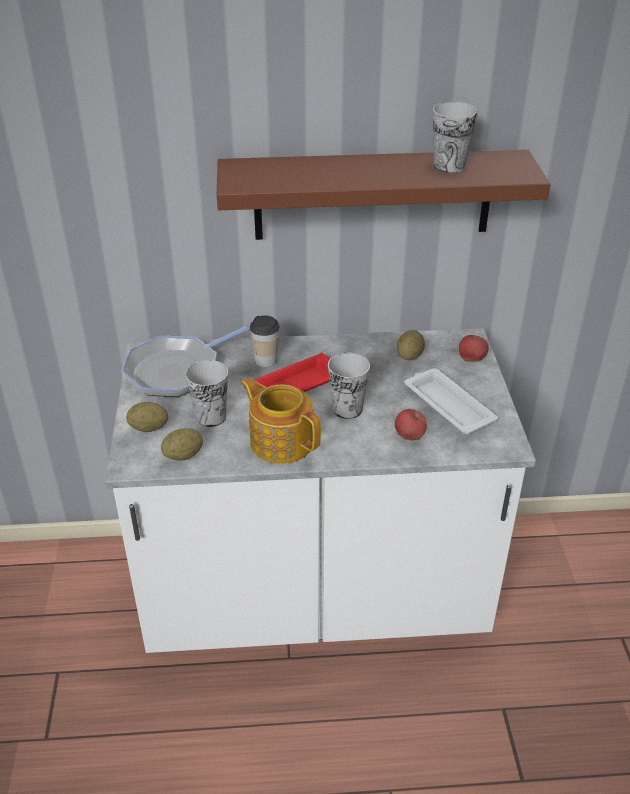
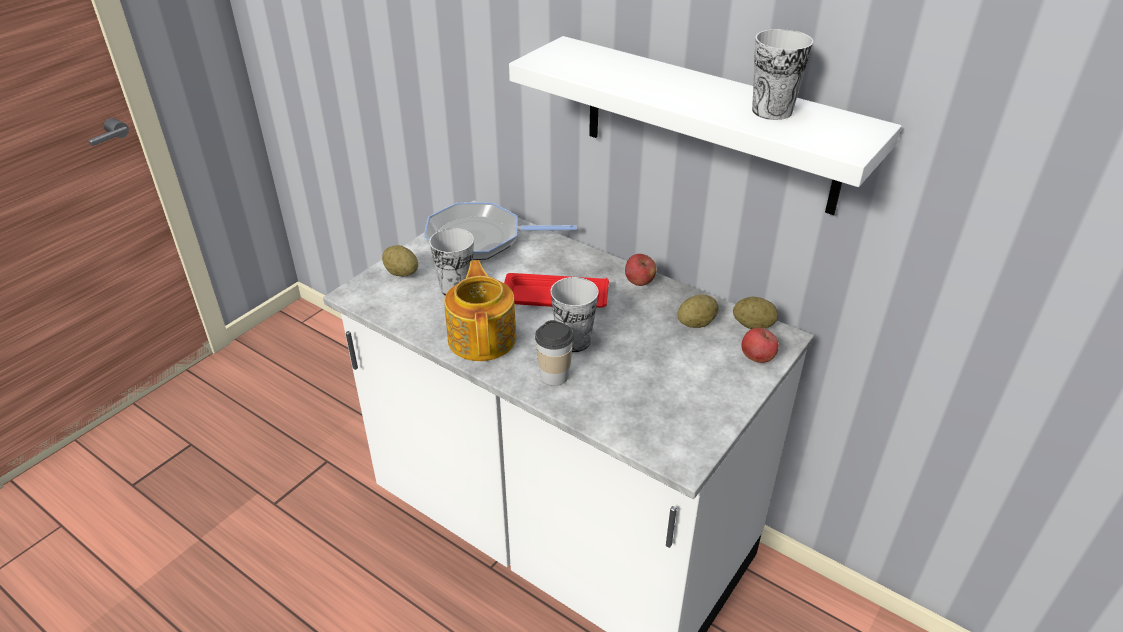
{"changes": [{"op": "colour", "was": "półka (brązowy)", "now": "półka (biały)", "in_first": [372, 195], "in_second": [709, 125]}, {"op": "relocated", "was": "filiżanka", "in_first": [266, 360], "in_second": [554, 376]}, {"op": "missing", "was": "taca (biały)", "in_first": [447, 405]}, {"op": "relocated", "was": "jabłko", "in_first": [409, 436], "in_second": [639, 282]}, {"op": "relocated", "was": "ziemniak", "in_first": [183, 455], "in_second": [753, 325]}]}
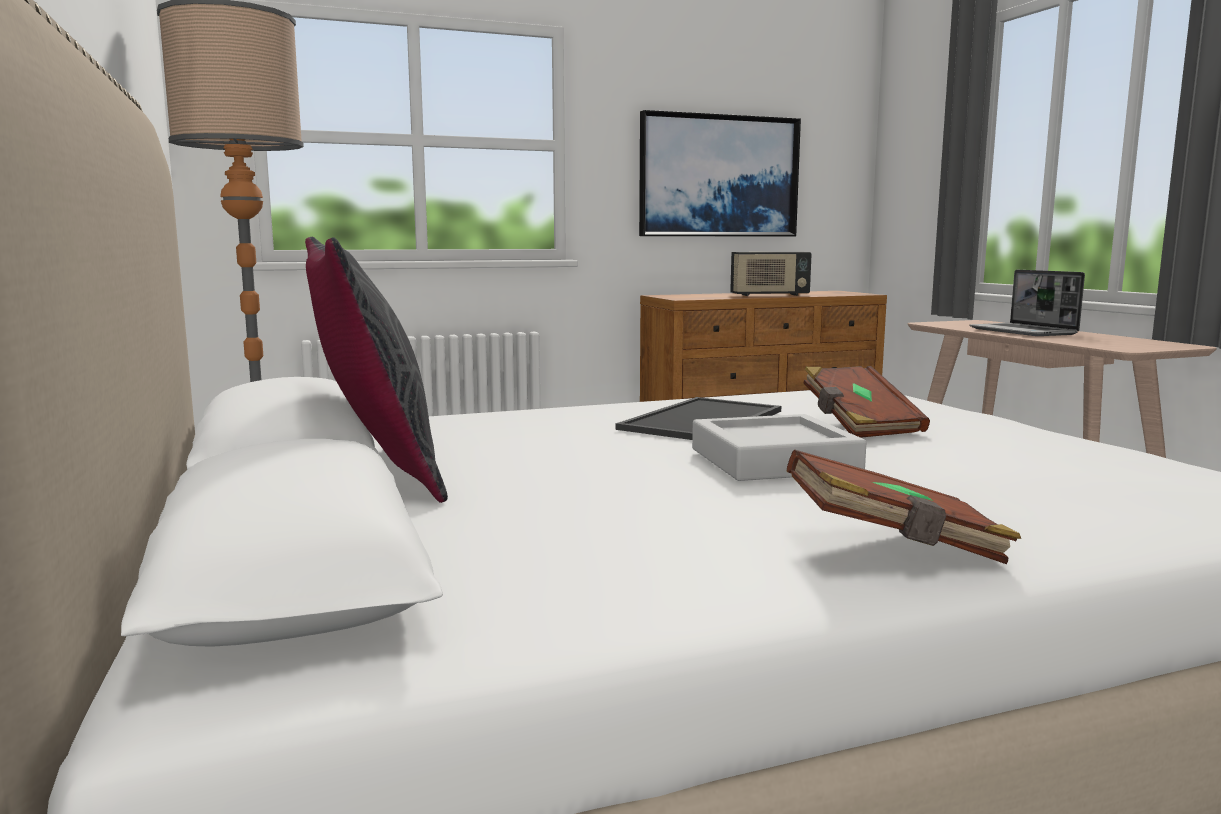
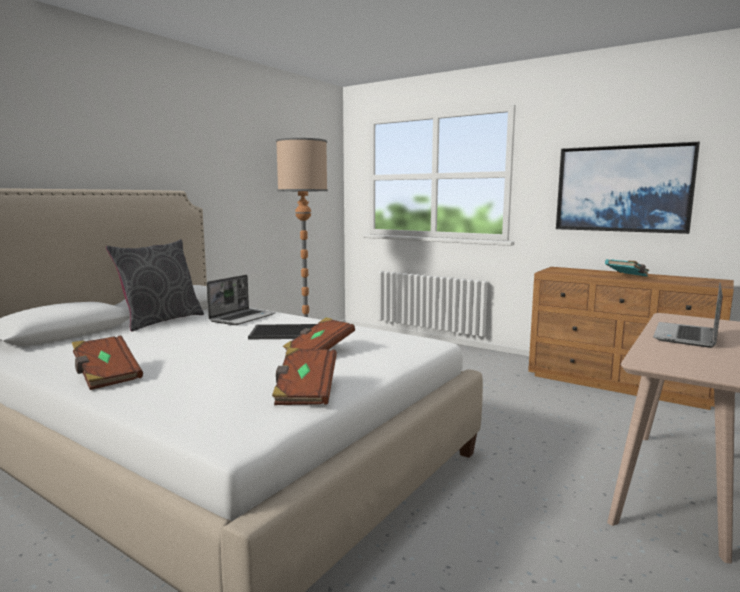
{"changes": [{"op": "exchanged", "was": "radio", "now": "książka (turkusowy)", "in_first": [769, 295], "in_second": [627, 277]}, {"op": "missing", "was": "taca (szary)", "in_first": [773, 460]}, {"op": "appeared", "now": "laptop", "in_second": [243, 318]}, {"op": "appeared", "now": "książka (brązowy)", "in_second": [305, 392]}]}
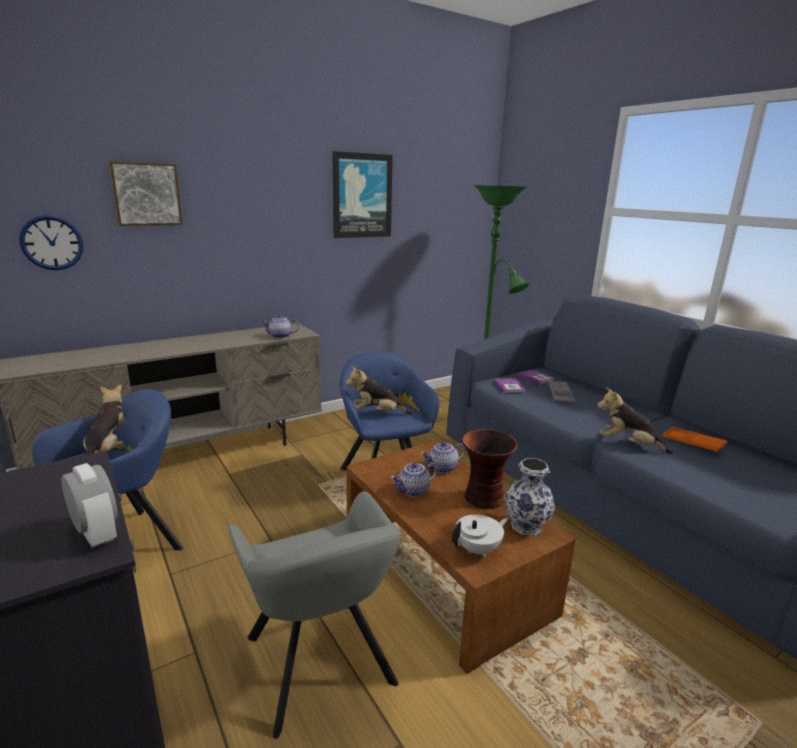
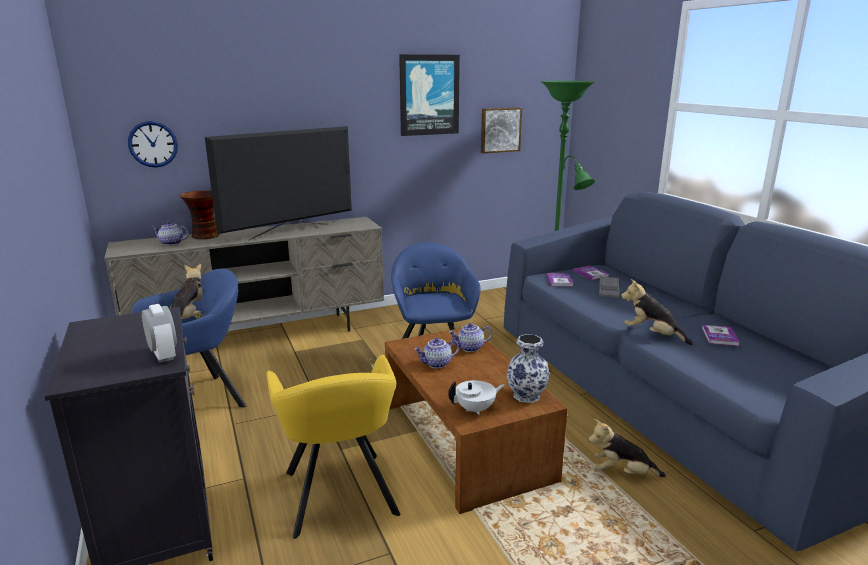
{"changes": [{"op": "relocated", "was": "obraz", "in_first": [146, 194], "in_second": [500, 130]}, {"op": "relocated", "was": "imbryk", "in_first": [280, 336], "in_second": [171, 243]}, {"op": "relocated", "was": "pluszak", "in_first": [377, 413], "in_second": [622, 473]}, {"op": "exchanged", "was": "taca (pomarańczowy)", "now": "książka", "in_first": [693, 443], "in_second": [719, 336]}, {"op": "relocated", "was": "wazon", "in_first": [483, 498], "in_second": [204, 236]}, {"op": "colour", "was": "fotel (szary)", "now": "fotel (żółty)", "in_first": [320, 667], "in_second": [339, 497]}, {"op": "appeared", "now": "telewizor", "in_second": [289, 232]}]}
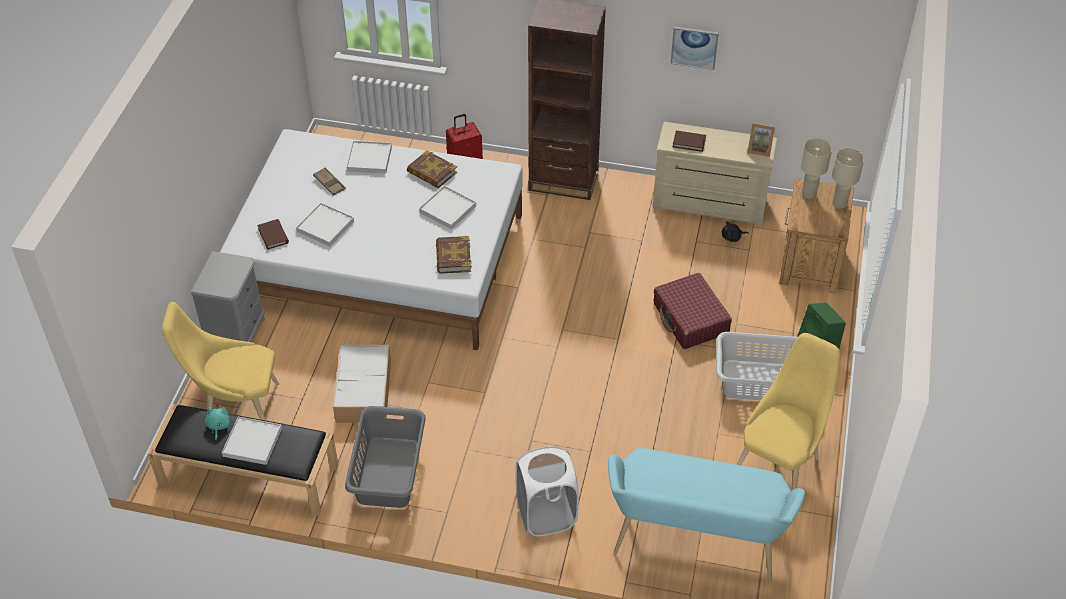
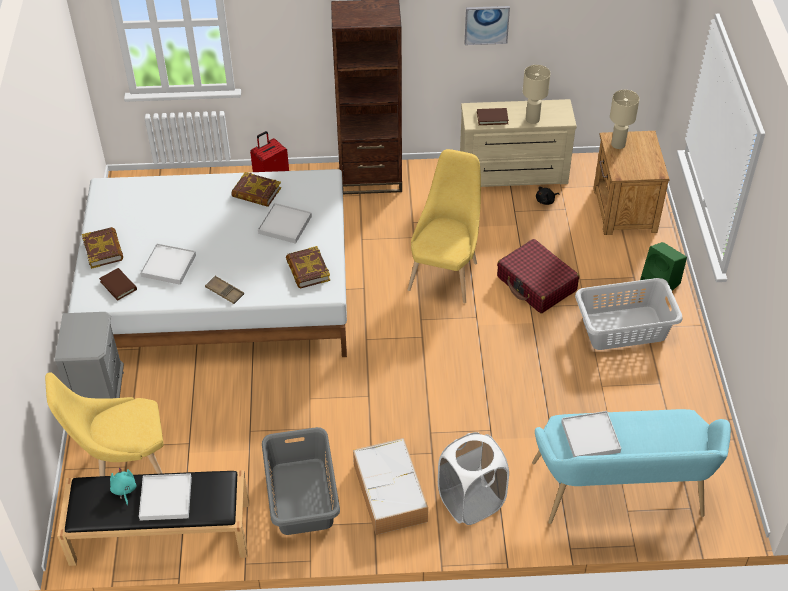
{"changes": [{"op": "missing", "was": "ramka na zdjęcie", "in_first": [759, 149]}, {"op": "relocated", "was": "taca (biały)", "in_first": [369, 159], "in_second": [590, 437]}, {"op": "relocated", "was": "lampa stołowa (beżowy)", "in_first": [840, 203], "in_second": [533, 119]}, {"op": "relocated", "was": "taca (brązowy)", "in_first": [329, 183], "in_second": [224, 292]}, {"op": "relocated", "was": "krzesło (żółty)", "in_first": [780, 462], "in_second": [445, 273]}, {"op": "relocated", "was": "pojemnik do przechowywania", "in_first": [364, 391], "in_second": [390, 493]}, {"op": "appeared", "now": "książka", "in_second": [103, 250]}]}
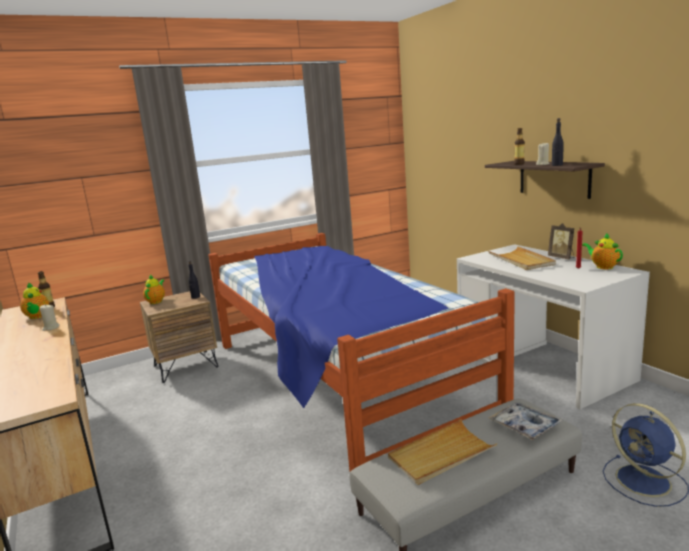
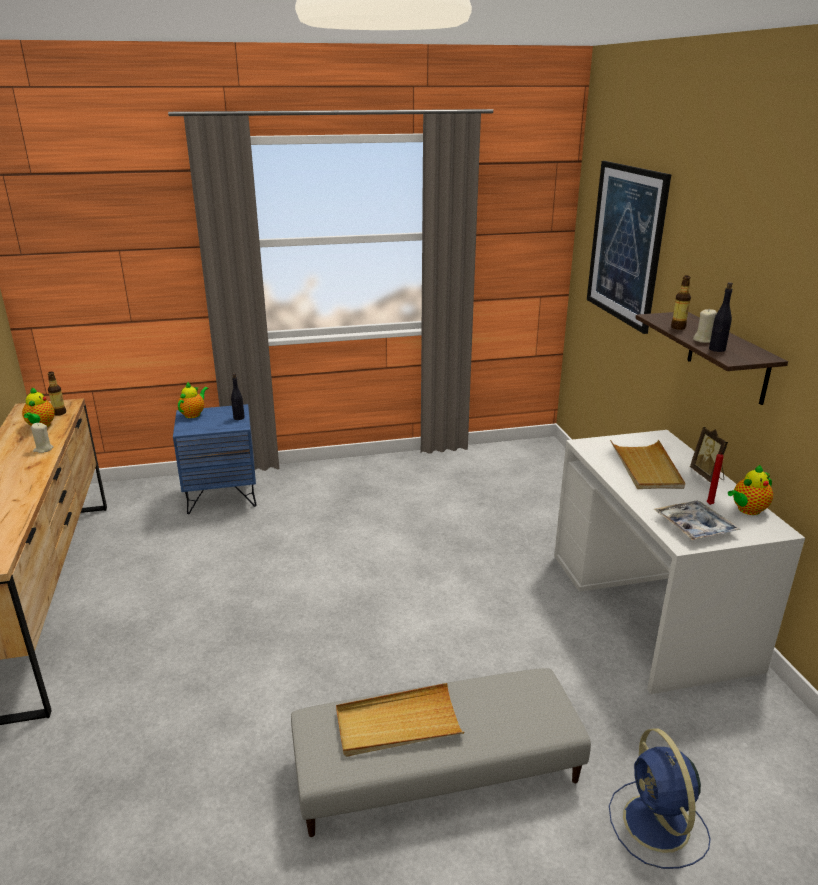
{"changes": [{"op": "missing", "was": "łóżko", "in_first": [337, 379]}, {"op": "spun", "was": "imbryk", "in_first": [603, 267], "in_second": [747, 510], "clockwise": -105}, {"op": "colour", "was": "szafka nocna (brązowy)", "now": "szafka nocna (niebieski)", "in_first": [186, 366], "in_second": [222, 495]}, {"op": "relocated", "was": "taca", "in_first": [524, 426], "in_second": [694, 527]}, {"op": "appeared", "now": "obraz", "in_second": [626, 244]}]}
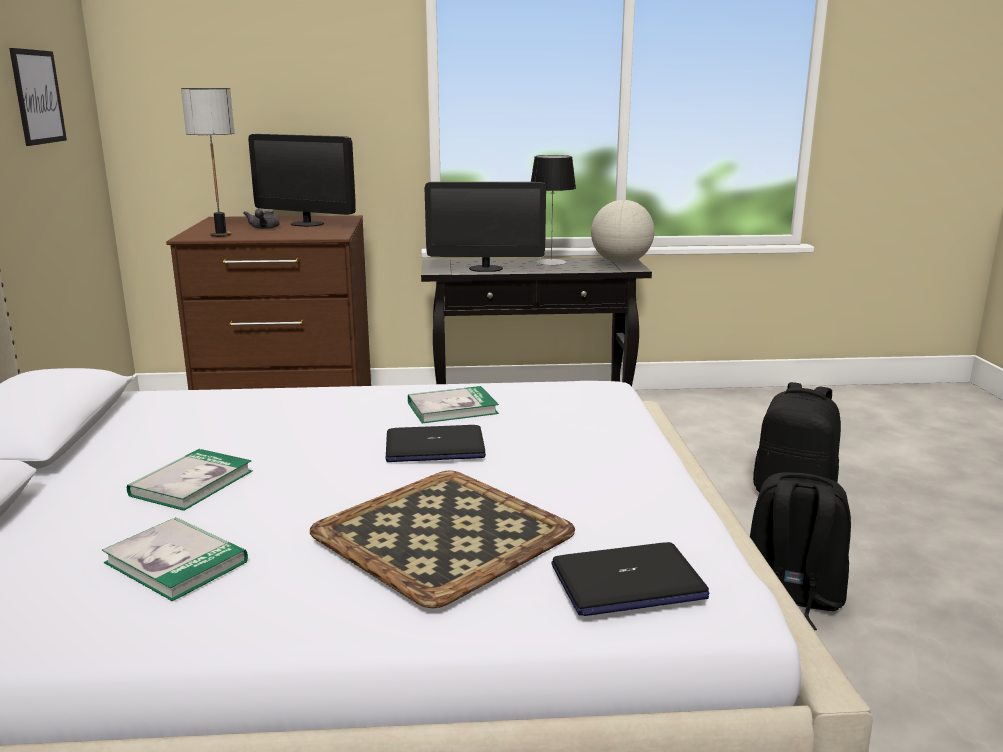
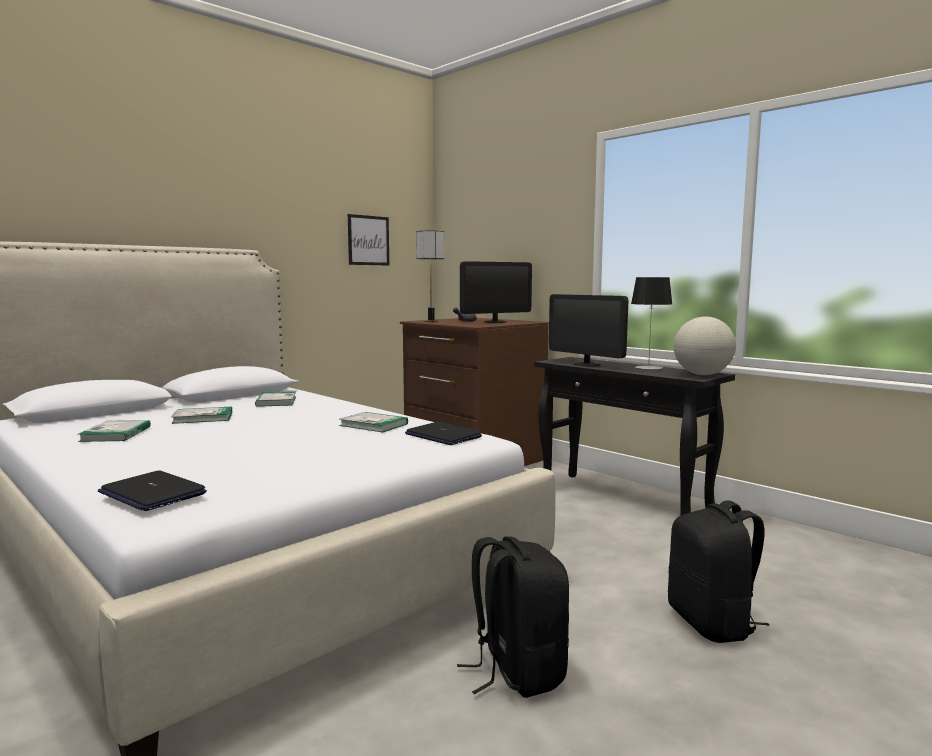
{"changes": [{"op": "spun", "was": "monitor", "in_first": [307, 224], "in_second": [495, 322], "clockwise": -105}, {"op": "relocated", "was": "laptop", "in_first": [434, 447], "in_second": [442, 435]}, {"op": "missing", "was": "taca", "in_first": [442, 535]}, {"op": "appeared", "now": "książka", "in_second": [276, 401]}]}
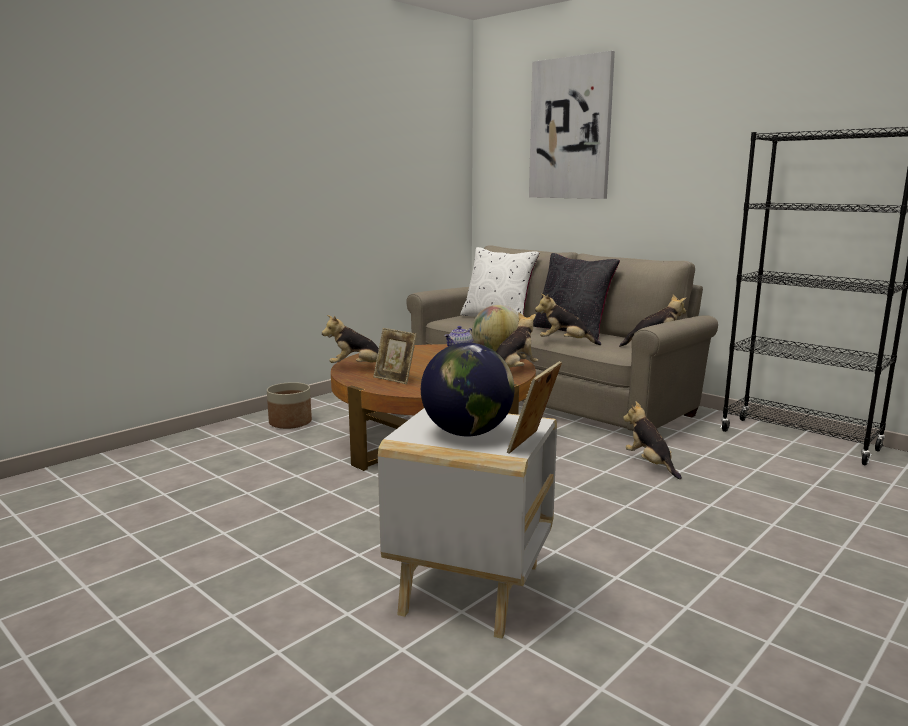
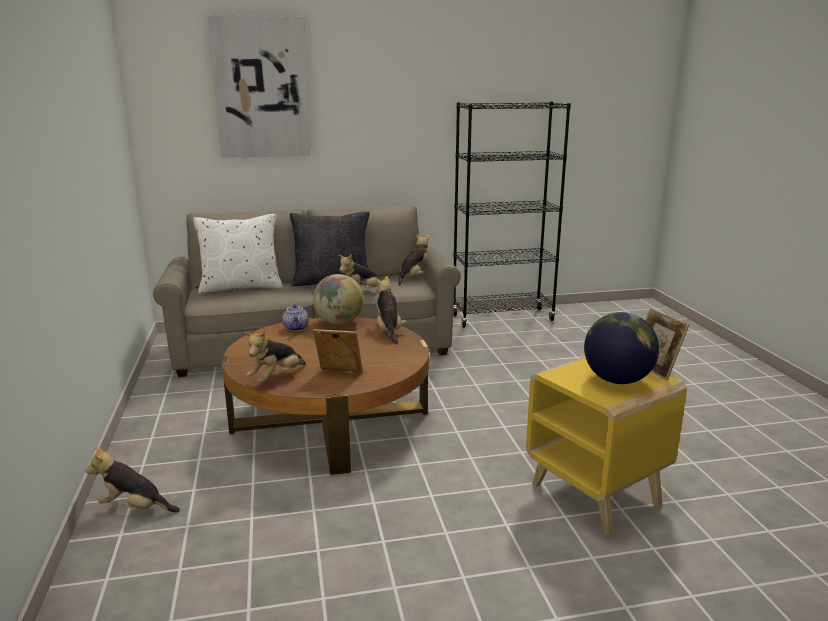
{"changes": [{"op": "spun", "was": "ramka na zdjęcie", "in_first": [395, 379], "in_second": [339, 373], "clockwise": -150}, {"op": "missing", "was": "donica", "in_first": [290, 422]}, {"op": "relocated", "was": "pluszak", "in_first": [650, 464], "in_second": [135, 508]}, {"op": "colour", "was": "stolik (biały)", "now": "stolik (żółty)", "in_first": [471, 590], "in_second": [597, 495]}]}
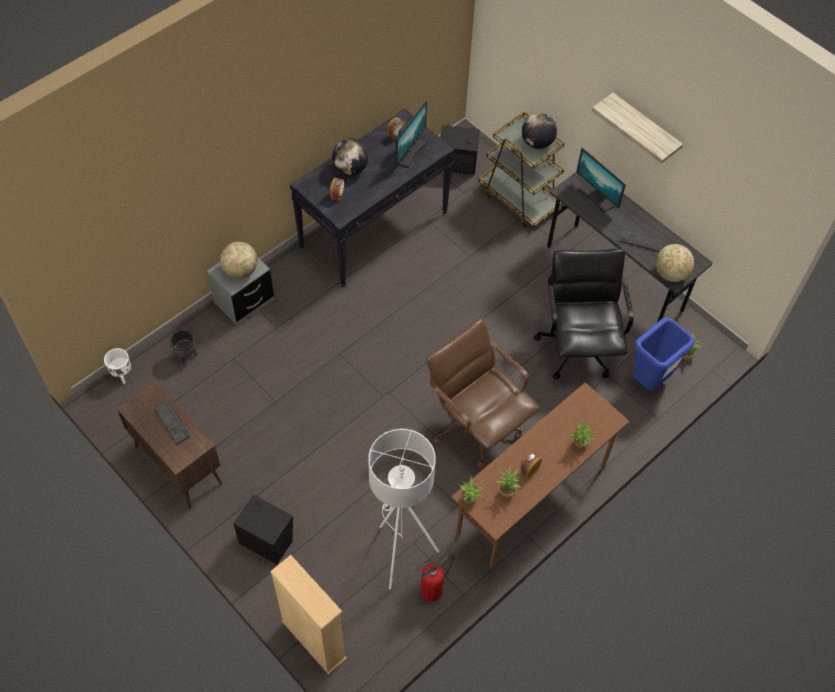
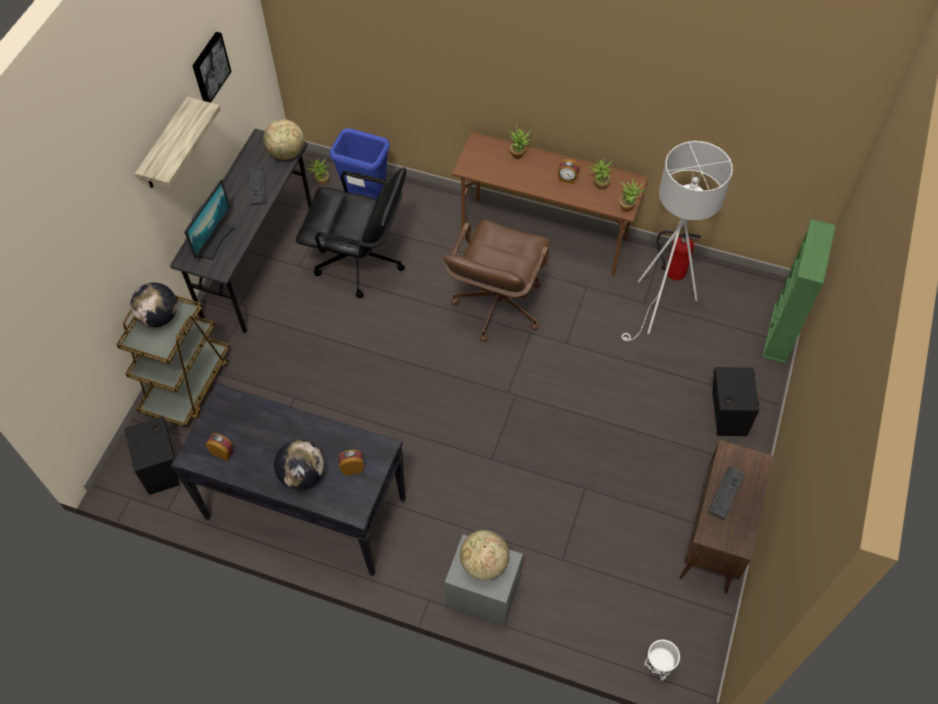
{"changes": [{"op": "missing", "was": "monitor", "in_first": [409, 152]}, {"op": "spun", "was": "krzesło biurowe (czarny)", "in_first": [577, 347], "in_second": [360, 262], "clockwise": -135}, {"op": "missing", "was": "donica (czarny)", "in_first": [186, 355]}, {"op": "colour", "was": "regał (beżowy)", "now": "regał (zielony)", "in_first": [313, 640], "in_second": [780, 333]}, {"op": "appeared", "now": "obraz", "in_second": [209, 67]}]}
